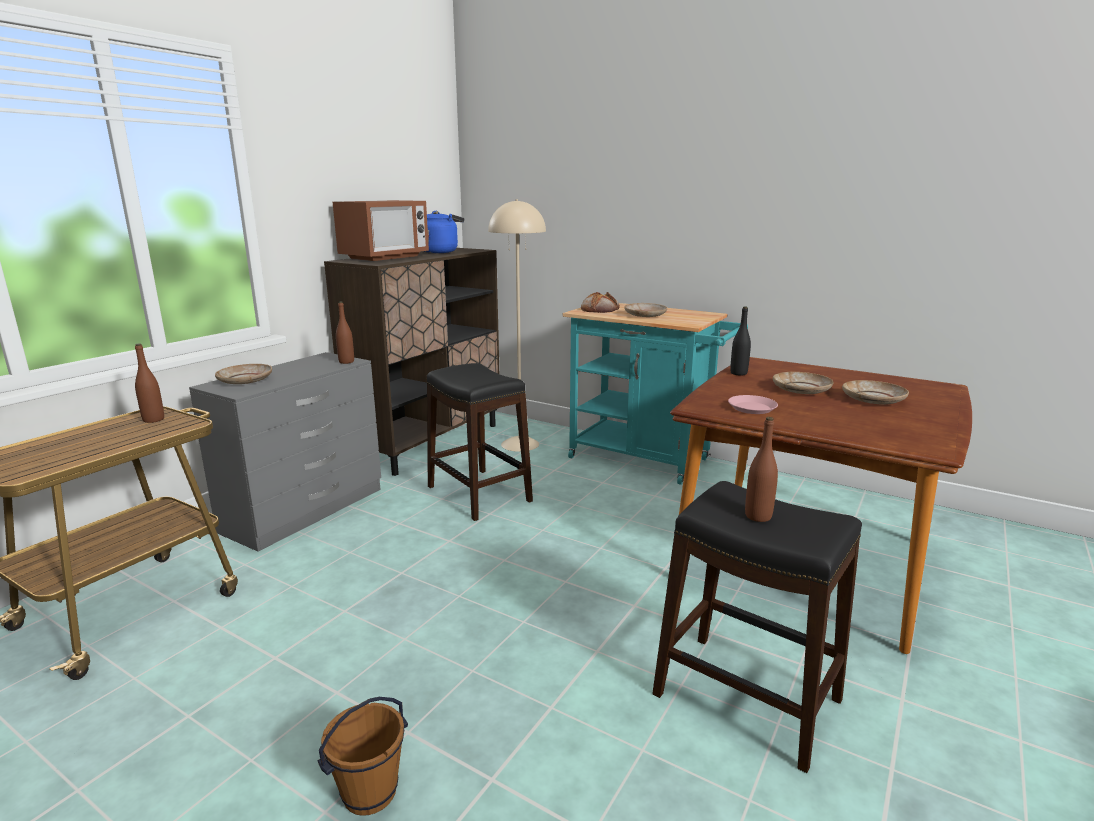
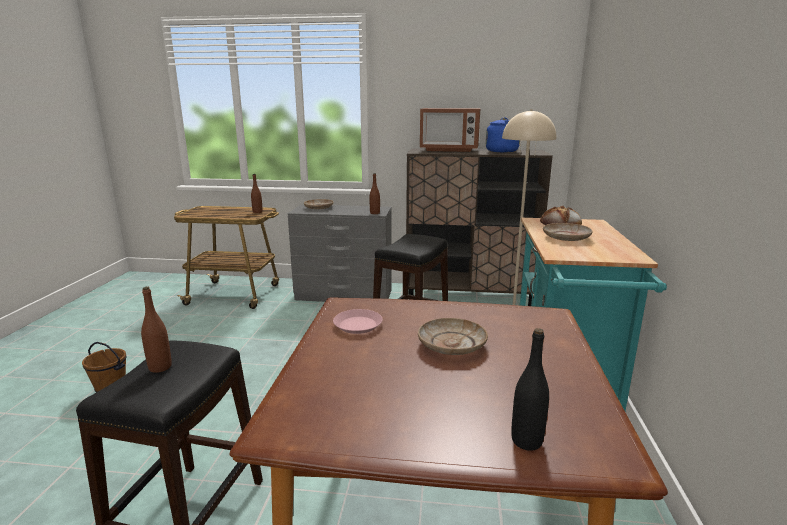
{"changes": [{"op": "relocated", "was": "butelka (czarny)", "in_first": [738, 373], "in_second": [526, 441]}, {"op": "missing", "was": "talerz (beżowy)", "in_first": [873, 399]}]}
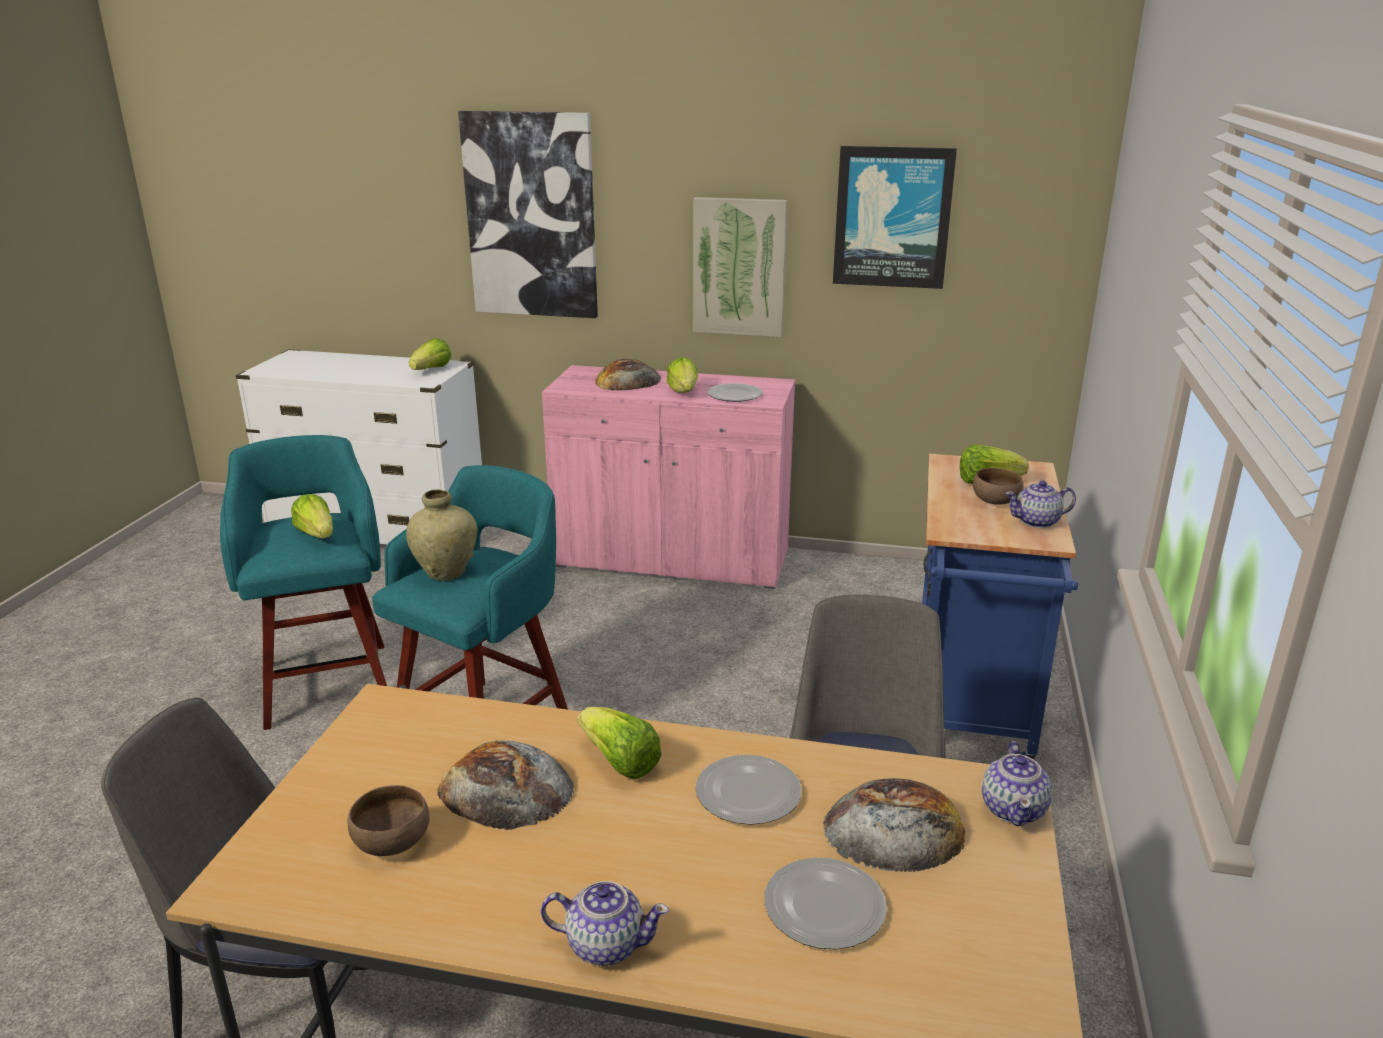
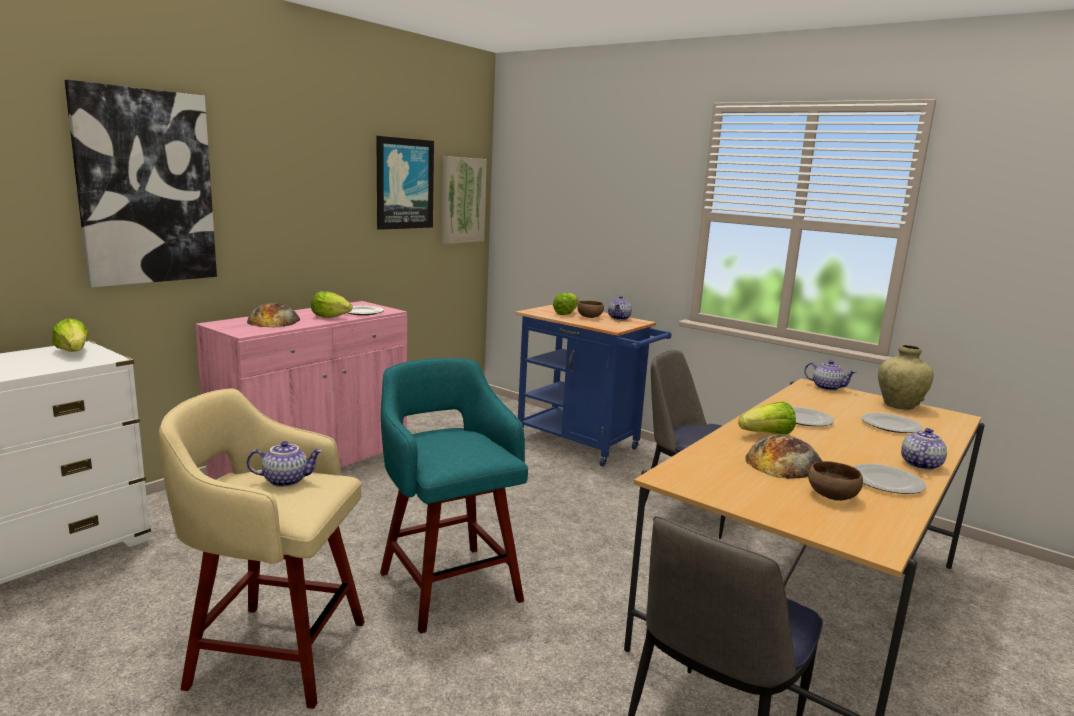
{"changes": [{"op": "relocated", "was": "obraz", "in_first": [739, 267], "in_second": [462, 200]}, {"op": "colour", "was": "stołek (turkusowy)", "now": "stołek (beżowy)", "in_first": [328, 681], "in_second": [273, 652]}, {"op": "relocated", "was": "wazon (beżowy)", "in_first": [446, 572], "in_second": [899, 405]}, {"op": "exchanged", "was": "sałata", "now": "imbryk", "in_first": [317, 534], "in_second": [286, 480]}, {"op": "missing", "was": "chleb", "in_first": [894, 828]}, {"op": "appeared", "now": "talerz", "in_second": [885, 481]}]}
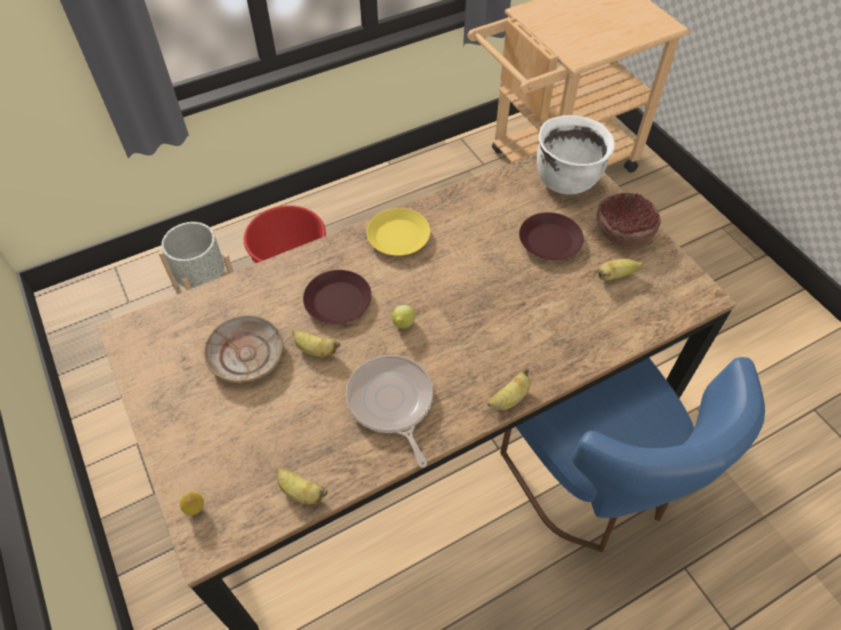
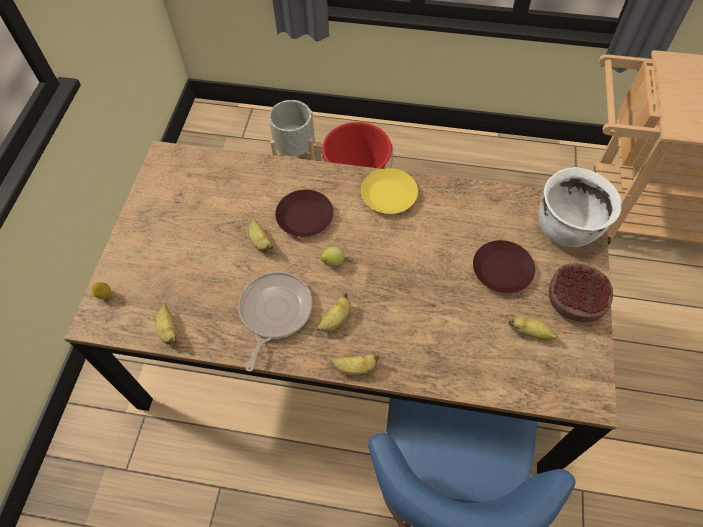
{"changes": [{"op": "missing", "was": "talerz (beżowy)", "in_first": [246, 355]}, {"op": "appeared", "now": "banan", "in_second": [335, 320]}]}
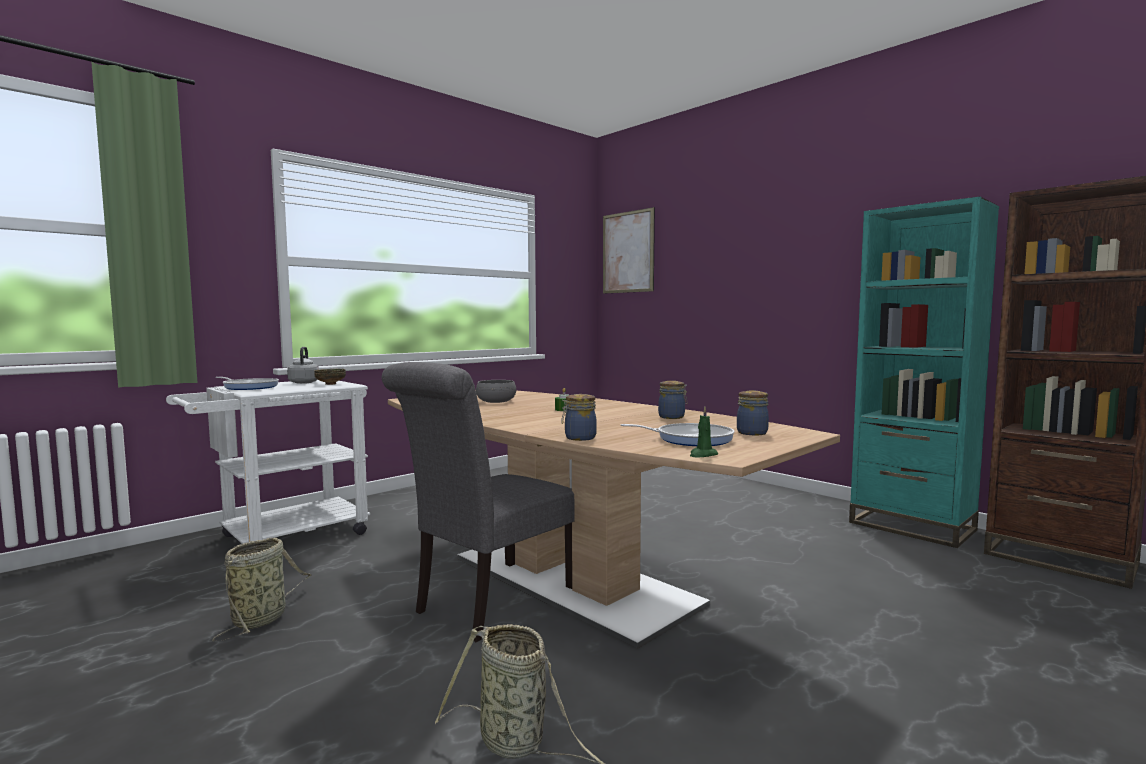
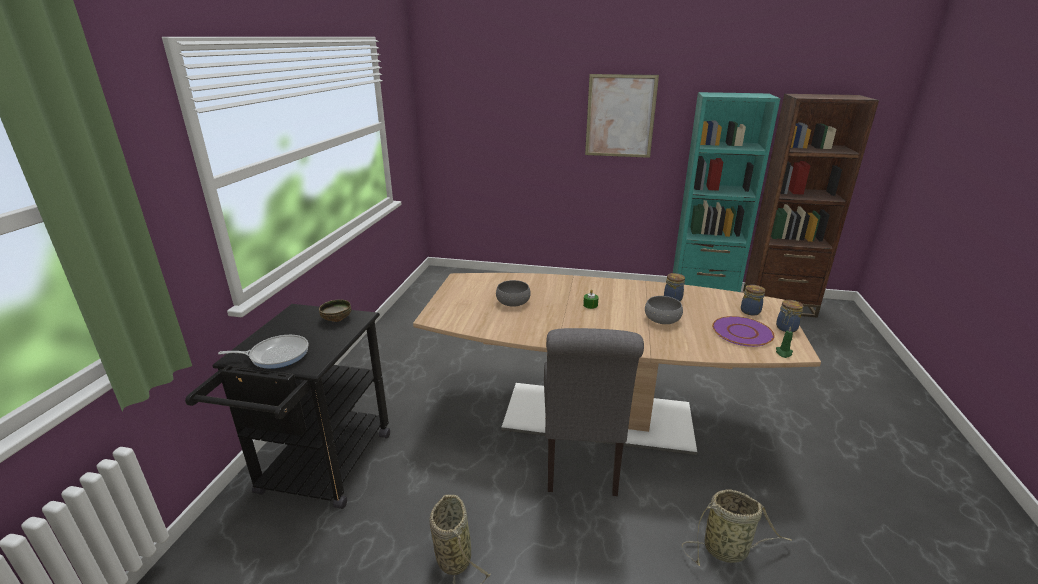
{"changes": [{"op": "relocated", "was": "obraz", "in_first": [628, 252], "in_second": [620, 116]}, {"op": "missing", "was": "czajnik (szary)", "in_first": [304, 382]}, {"op": "colour", "was": "wózek (biały)", "now": "wózek (czarny)", "in_first": [282, 538], "in_second": [320, 471]}, {"op": "relocated", "was": "słoik", "in_first": [579, 438], "in_second": [786, 328]}, {"op": "exchanged", "was": "patelnia", "now": "talerz (fioletowy)", "in_first": [690, 439], "in_second": [741, 332]}, {"op": "appeared", "now": "miska (szary)", "in_second": [662, 319]}]}
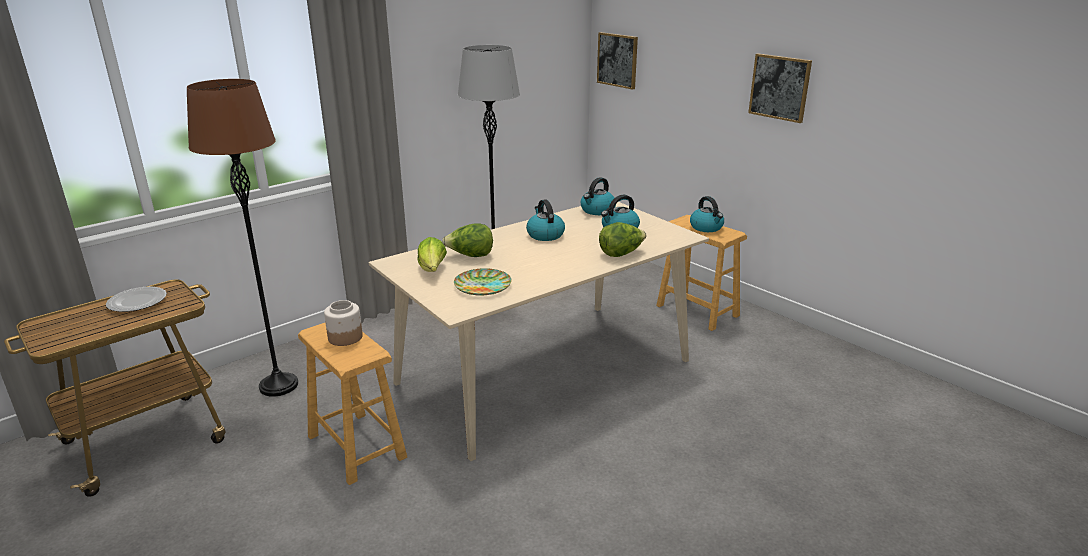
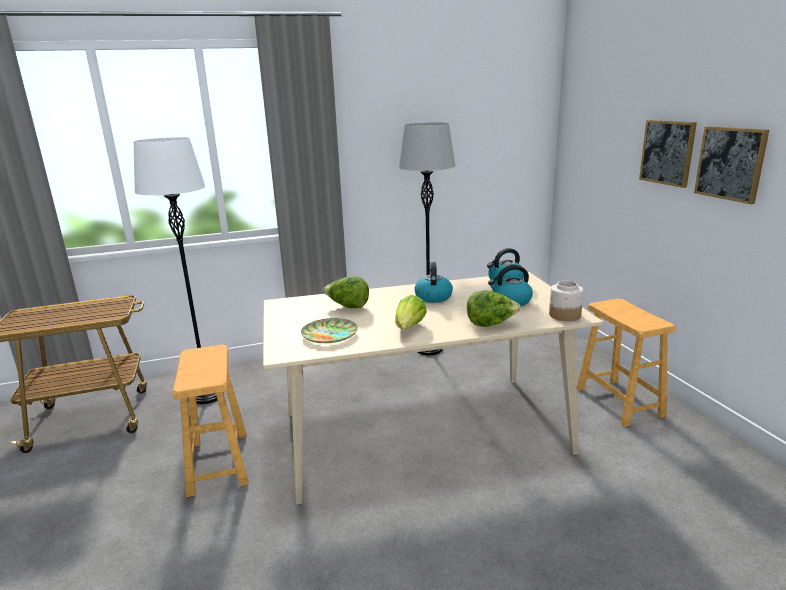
{"changes": [{"op": "relocated", "was": "obraz", "in_first": [617, 60], "in_second": [667, 152]}, {"op": "colour", "was": "lampa stojąca (brązowy)", "now": "lampa stojąca (biały)", "in_first": [278, 385], "in_second": [207, 395]}, {"op": "missing", "was": "czajnik", "in_first": [706, 227]}, {"op": "relocated", "was": "sałata", "in_first": [432, 270], "in_second": [409, 328]}, {"op": "missing", "was": "talerz", "in_first": [136, 302]}, {"op": "relocated", "was": "słoik", "in_first": [345, 337], "in_second": [564, 315]}]}
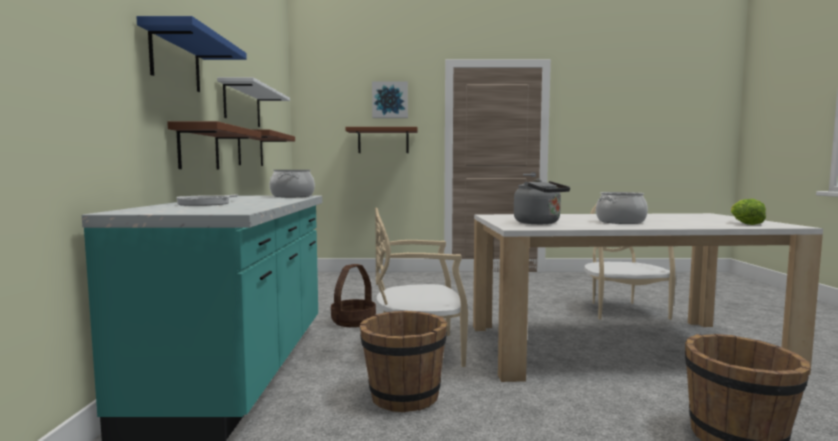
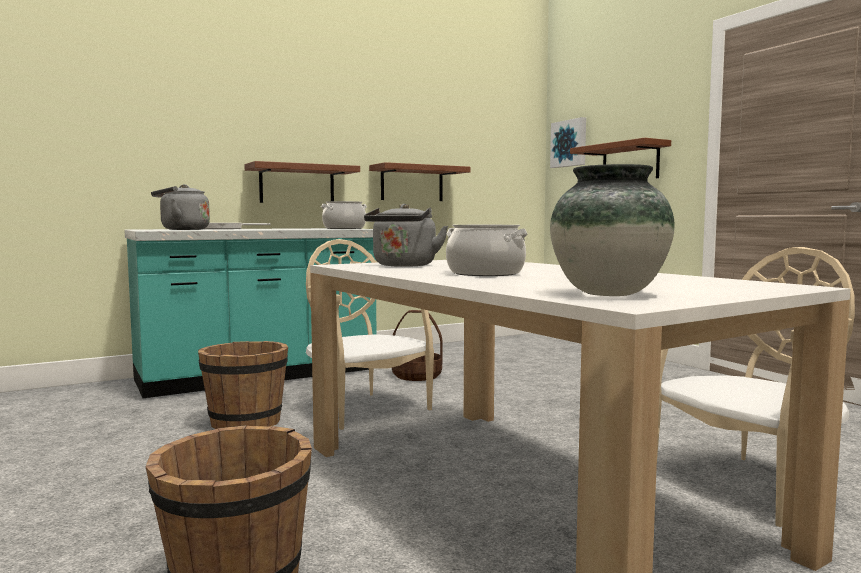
{"changes": [{"op": "missing", "was": "półka (niebieski)", "in_first": [175, 60]}, {"op": "missing", "was": "półka (biały)", "in_first": [242, 105]}, {"op": "relocated", "was": "obraz", "in_first": [390, 100], "in_second": [569, 143]}, {"op": "exchanged", "was": "sałata", "now": "wazon", "in_first": [744, 223], "in_second": [607, 293]}, {"op": "appeared", "now": "czajnik (szary)", "in_second": [182, 229]}]}
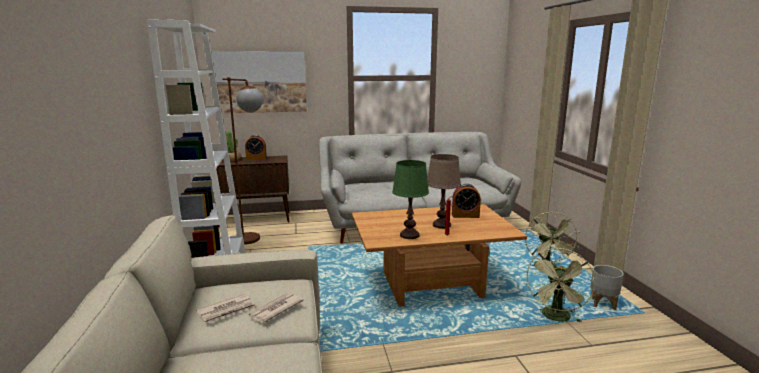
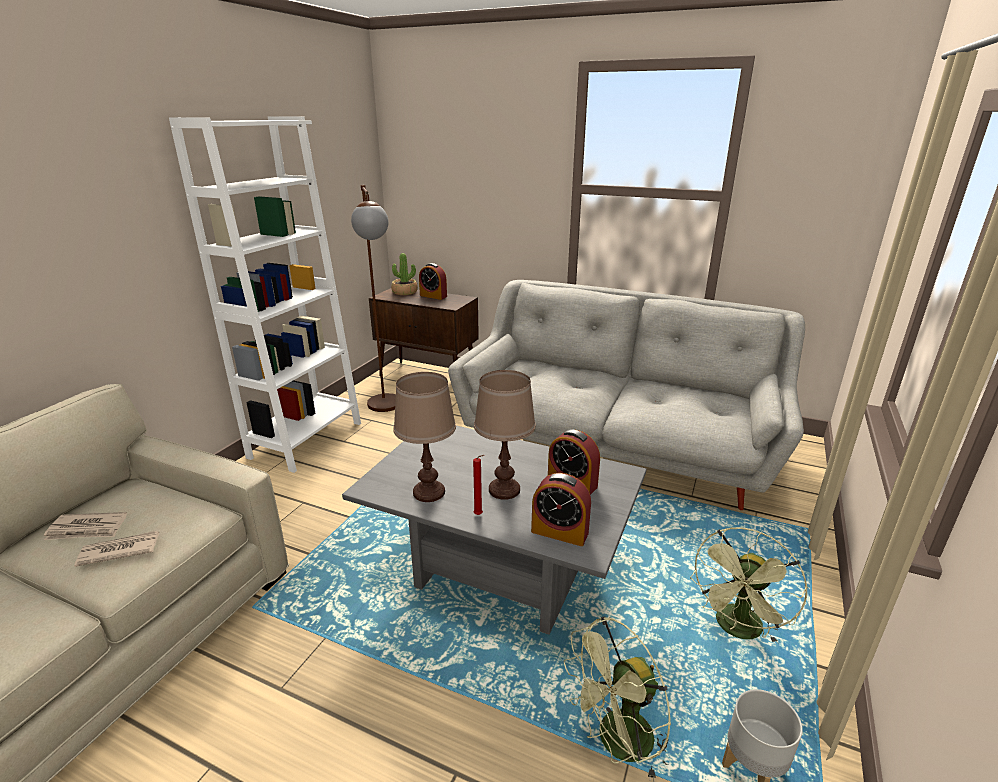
{"changes": [{"op": "missing", "was": "obraz", "in_first": [260, 82]}, {"op": "colour", "was": "lampa stołowa (zielony)", "now": "lampa stołowa (brązowy)", "in_first": [409, 235], "in_second": [429, 492]}, {"op": "colour", "was": "ława (brązowy)", "now": "ława (szary)", "in_first": [431, 286], "in_second": [499, 572]}, {"op": "appeared", "now": "budzik", "in_second": [559, 532]}]}
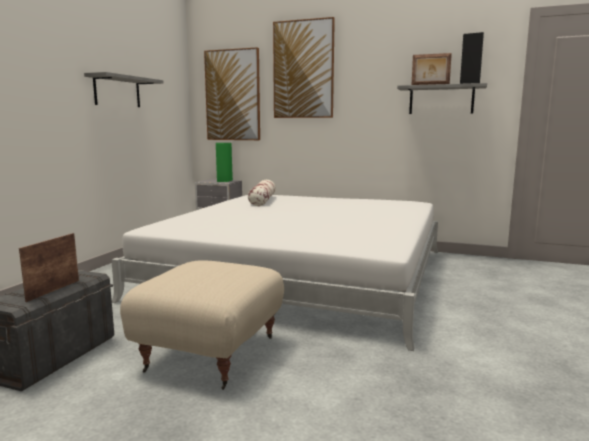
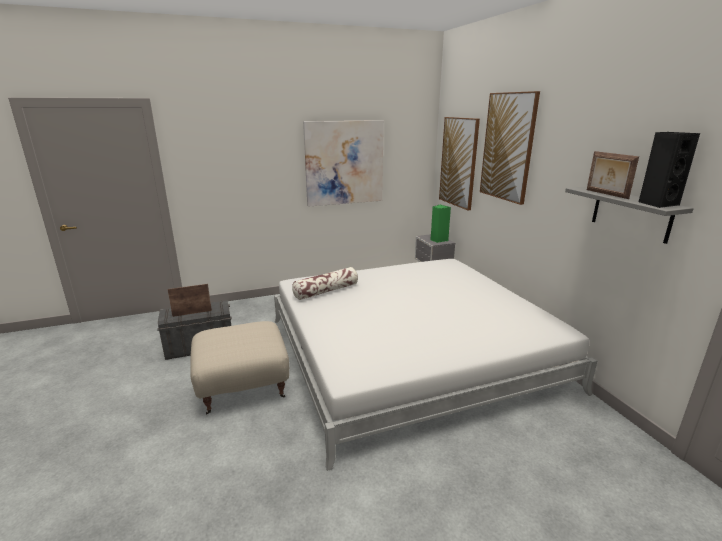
{"changes": [{"op": "exchanged", "was": "półka (szary)", "now": "obraz", "in_first": [117, 91], "in_second": [344, 163]}, {"op": "relocated", "was": "poduszka", "in_first": [262, 201], "in_second": [326, 291]}]}
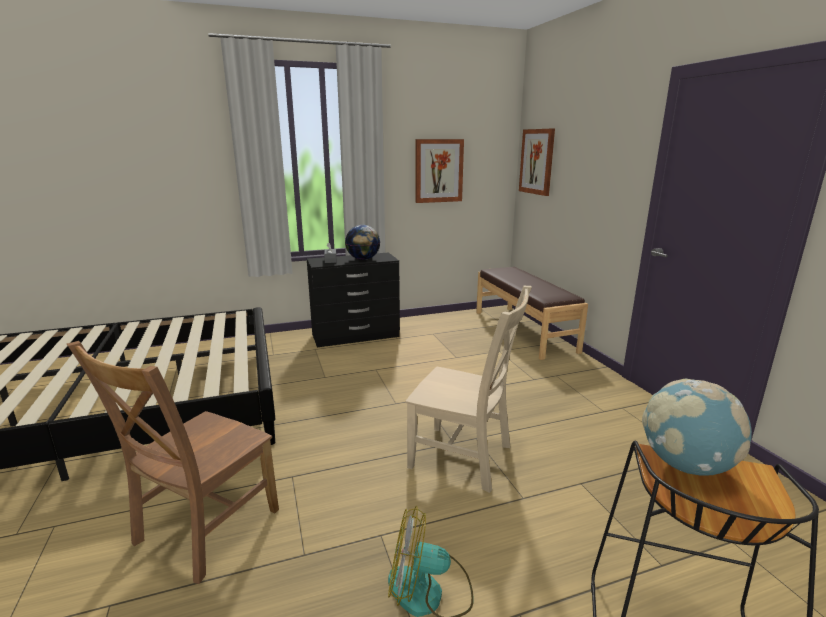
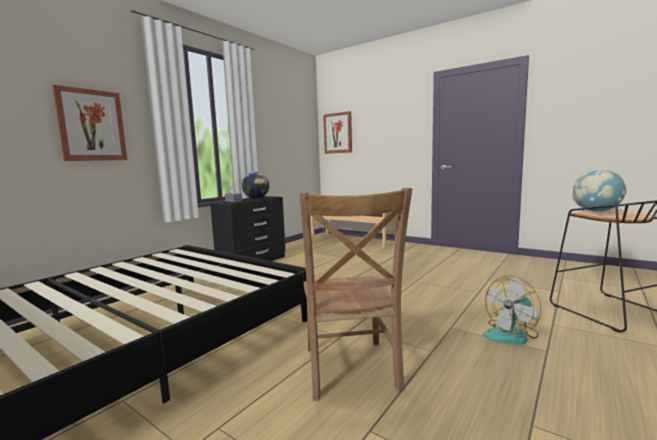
{"changes": [{"op": "relocated", "was": "obraz", "in_first": [438, 171], "in_second": [91, 125]}, {"op": "missing", "was": "krzesło (beżowy)", "in_first": [464, 458]}]}
